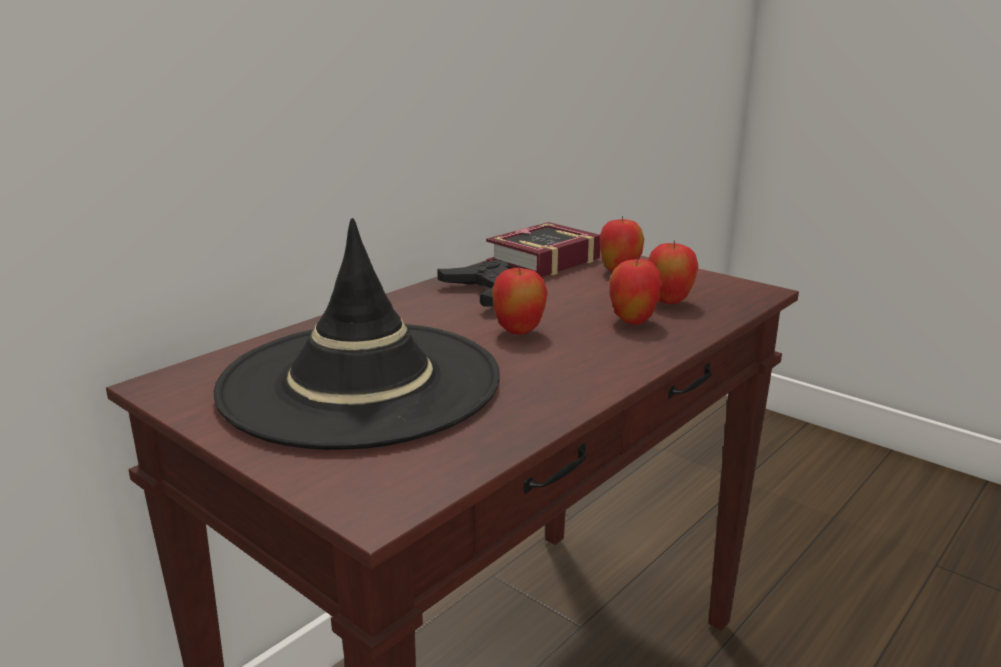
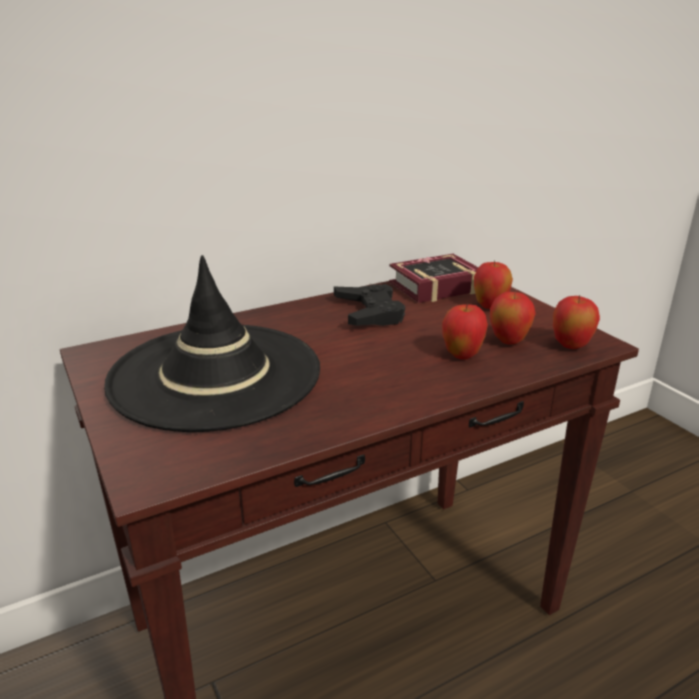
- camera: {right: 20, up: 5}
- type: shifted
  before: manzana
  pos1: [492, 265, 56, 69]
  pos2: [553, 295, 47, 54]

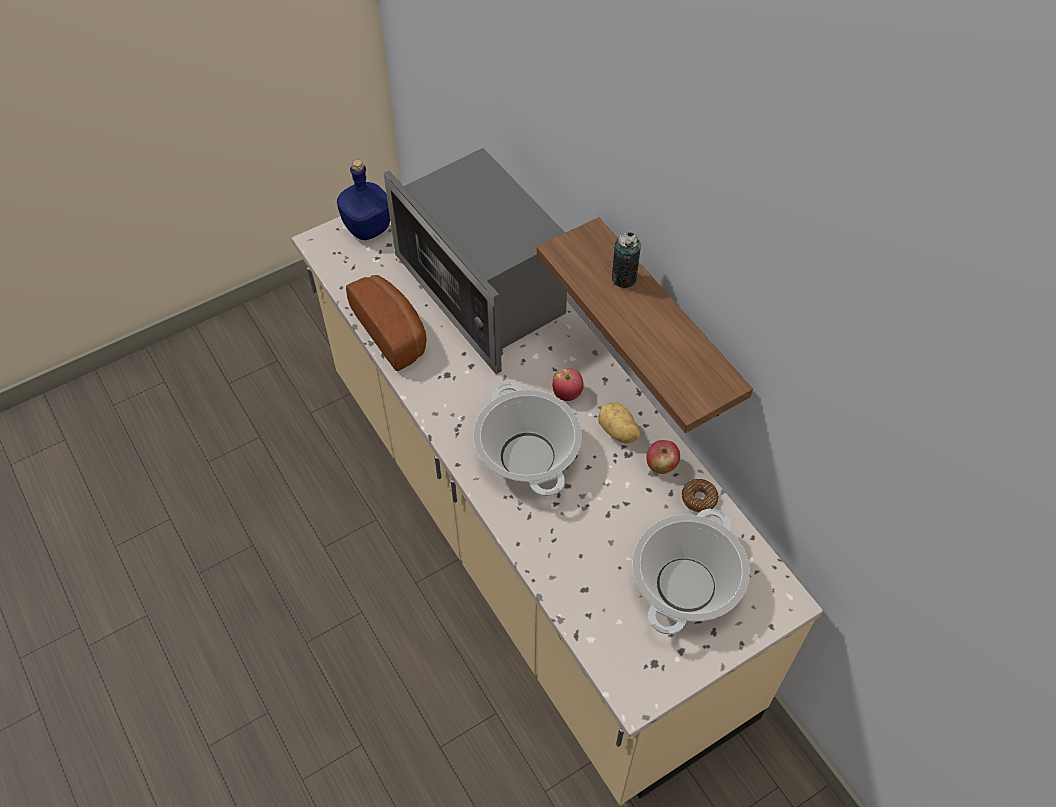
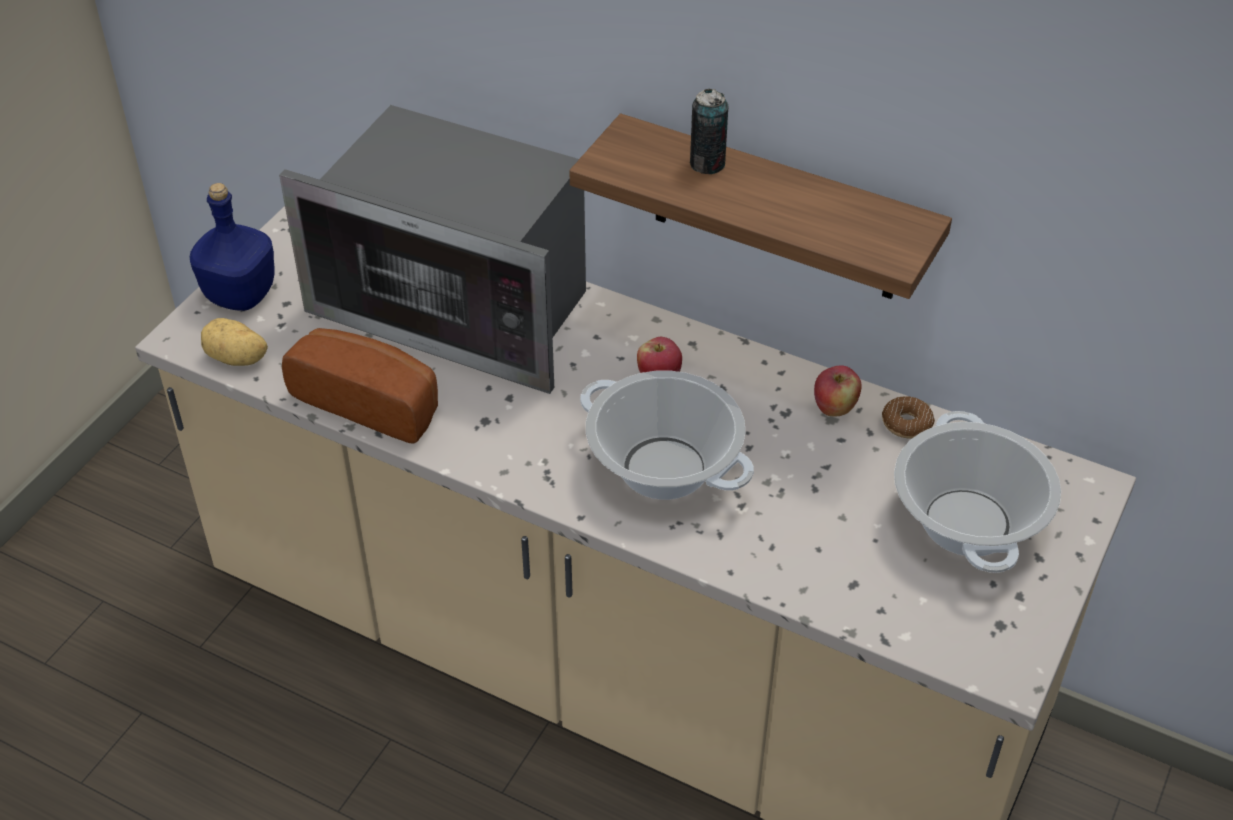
- camera: {right: -30, up: -10}
- type: shifted
  before: patata
  pos1: [598, 402, 42, 42]
  pos2: [201, 318, 67, 48]

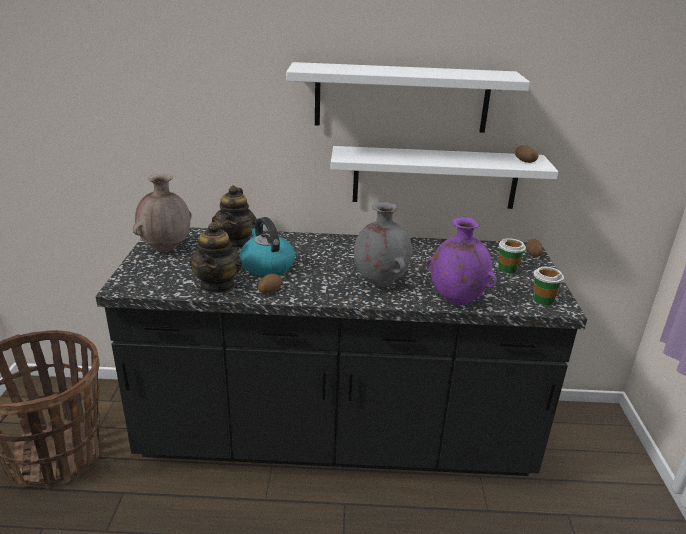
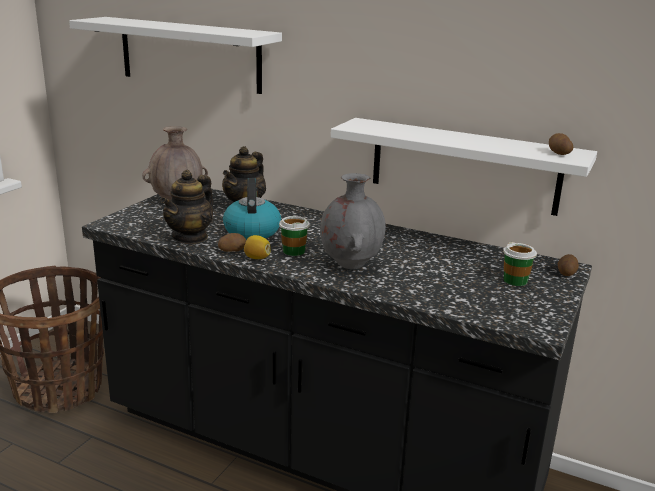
- camera: {right: 25, up: -5}
- type: gone
  before: florero (morado)
  pos1: [426, 217, 71, 88]
- type: new
  after: limón
  pos2: [244, 235, 27, 24]
- type: shifted
  before: estante (blanco)
  pos1: [286, 62, 244, 71]
  pos2: [69, 17, 213, 77]
- type: shifted
  before: taza
  pos1: [533, 267, 31, 38]
  pos2: [279, 216, 31, 40]

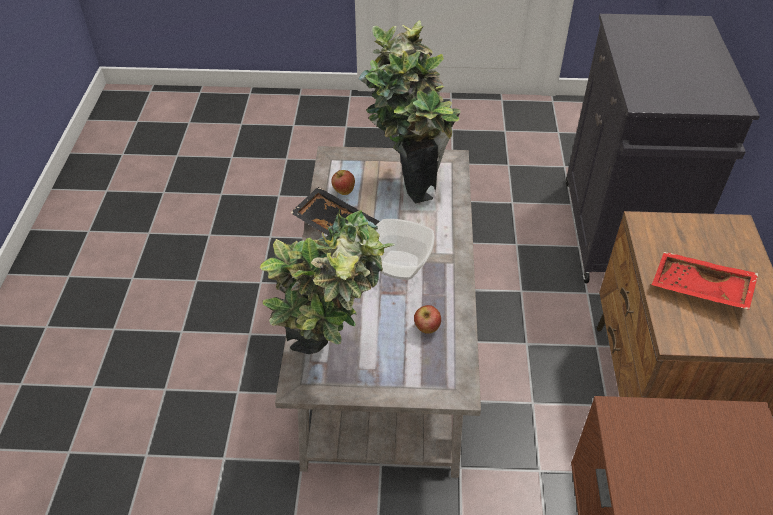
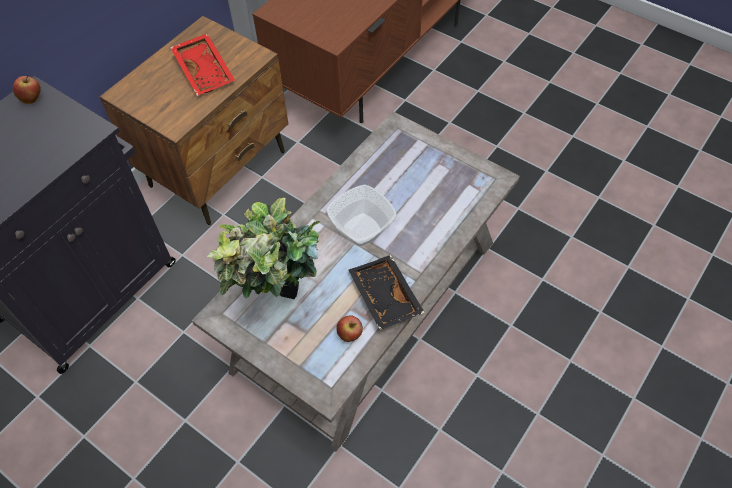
- camera: {right: -145, up: 10}
- type: gone
  before: planta en maceta
  pos1: [260, 209, 135, 145]
- type: shifted
  before: manzana
  pos1: [414, 305, 27, 29]
  pos2: [13, 75, 28, 29]

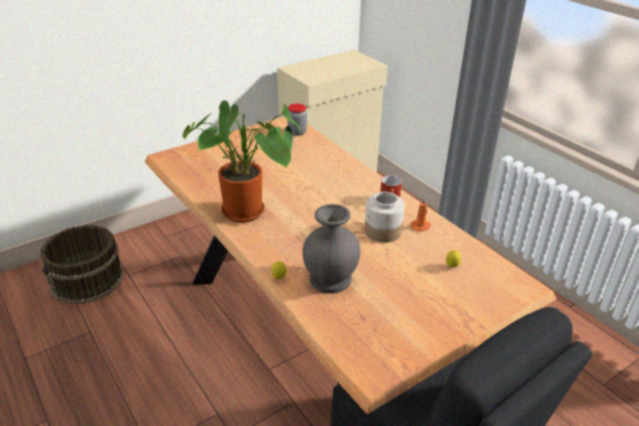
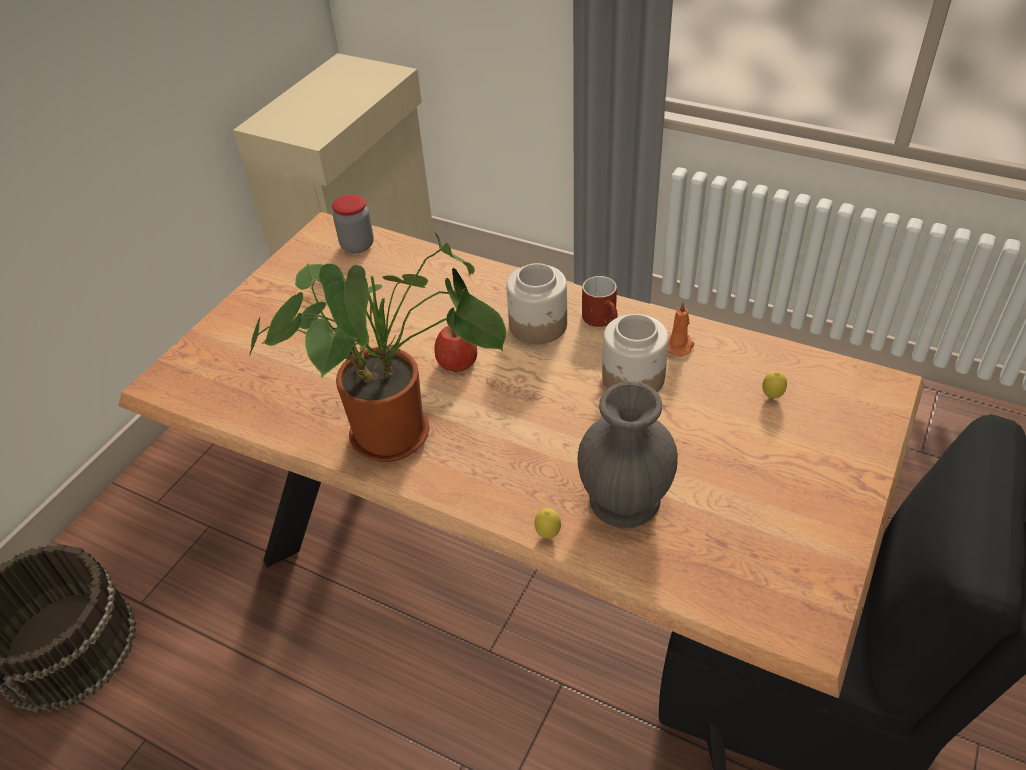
- camera: {right: -25, up: 10}
- type: new
  after: manzana
  pos2: [434, 326, 43, 46]
- type: new
  after: tarro
  pos2: [506, 263, 61, 81]

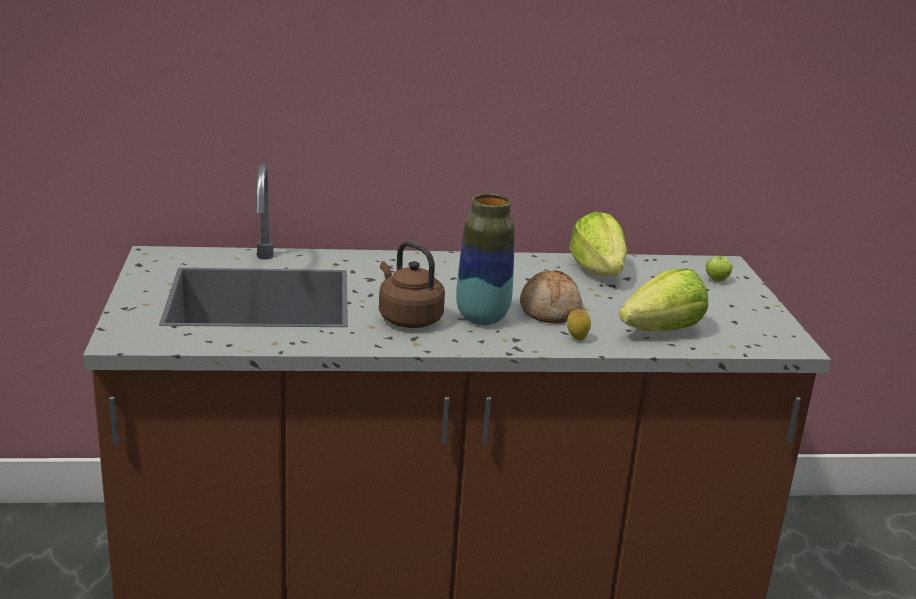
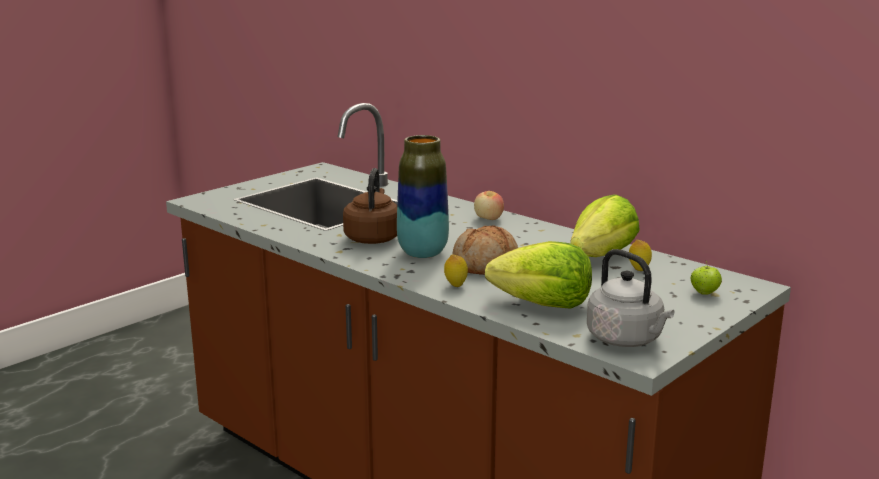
- camera: {right: 50, up: -5}
- type: new
  after: manzana
  pos2: [474, 191, 30, 29]
- type: new
  after: hervidor (gris)
  pos2: [587, 249, 87, 98]
- type: new
  after: limón
  pos2: [629, 240, 23, 31]

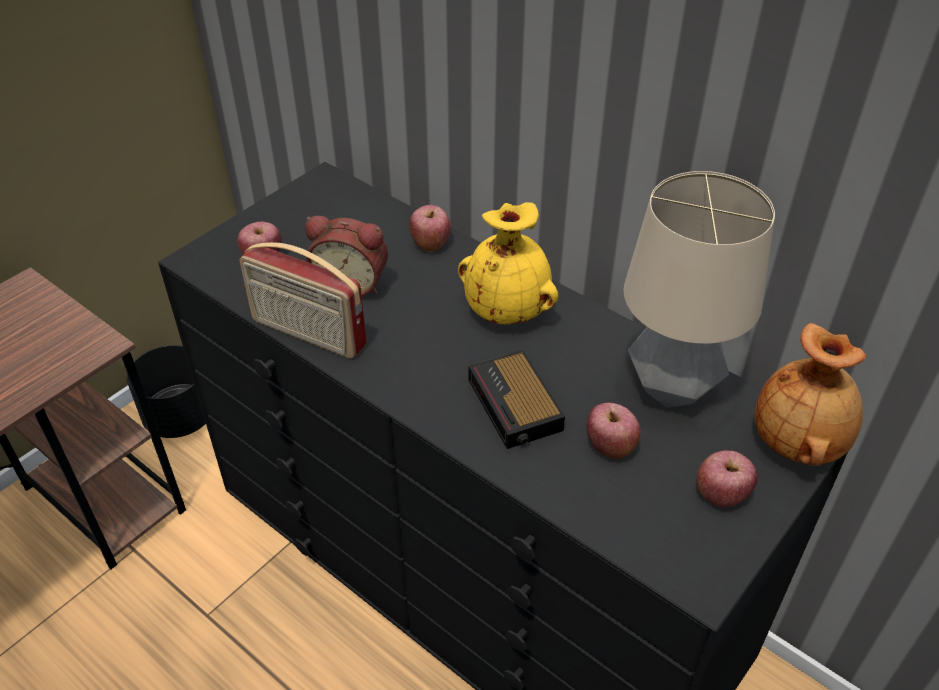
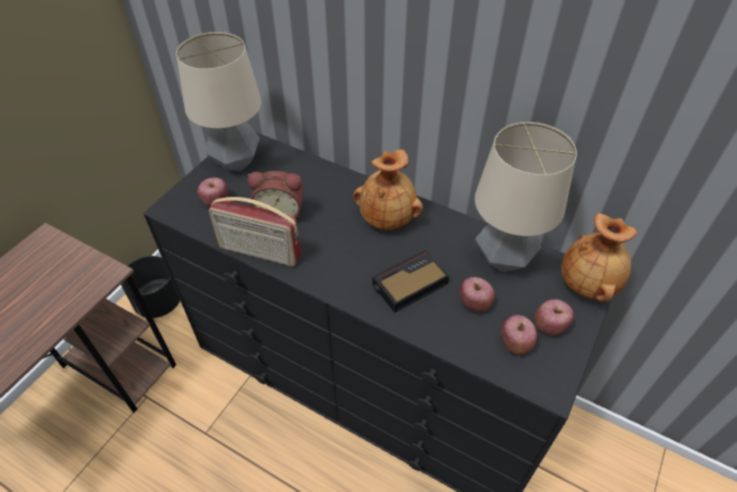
- camera: {right: -10, up: 5}
- type: new
  after: lámpara de mesa
  pos2: [176, 32, 85, 139]
- type: shifted
  before: manzana
  pos1: [409, 205, 41, 46]
  pos2: [501, 315, 36, 40]
- type: repainted
  before: florero (amarillo)
  after: florero (marrón)
  pos1: [458, 202, 101, 122]
  pos2: [353, 149, 70, 81]
- type: rotated
  before: despertador
  pos1: [469, 350, 96, 99]
  pos2: [372, 250, 77, 63]
  turn: 90

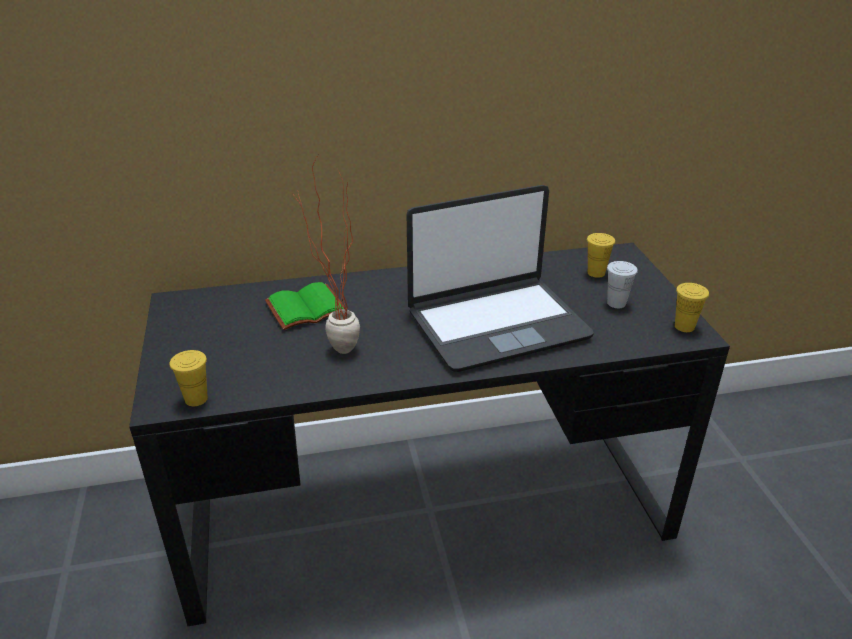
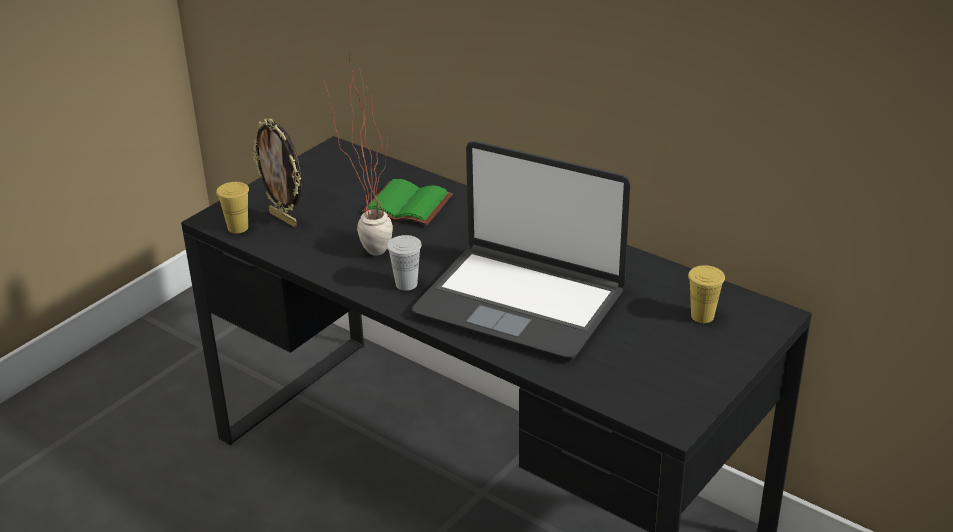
- camera: {right: 50, up: 0}
- type: gone
  before: taza (amarillo)
  pos1: [675, 283, 34, 49]
- type: new
  after: portarretratos
  pos2: [252, 118, 50, 109]
- type: shifted
  before: taza (blanco)
  pos1: [607, 261, 31, 47]
  pos2: [387, 235, 35, 56]

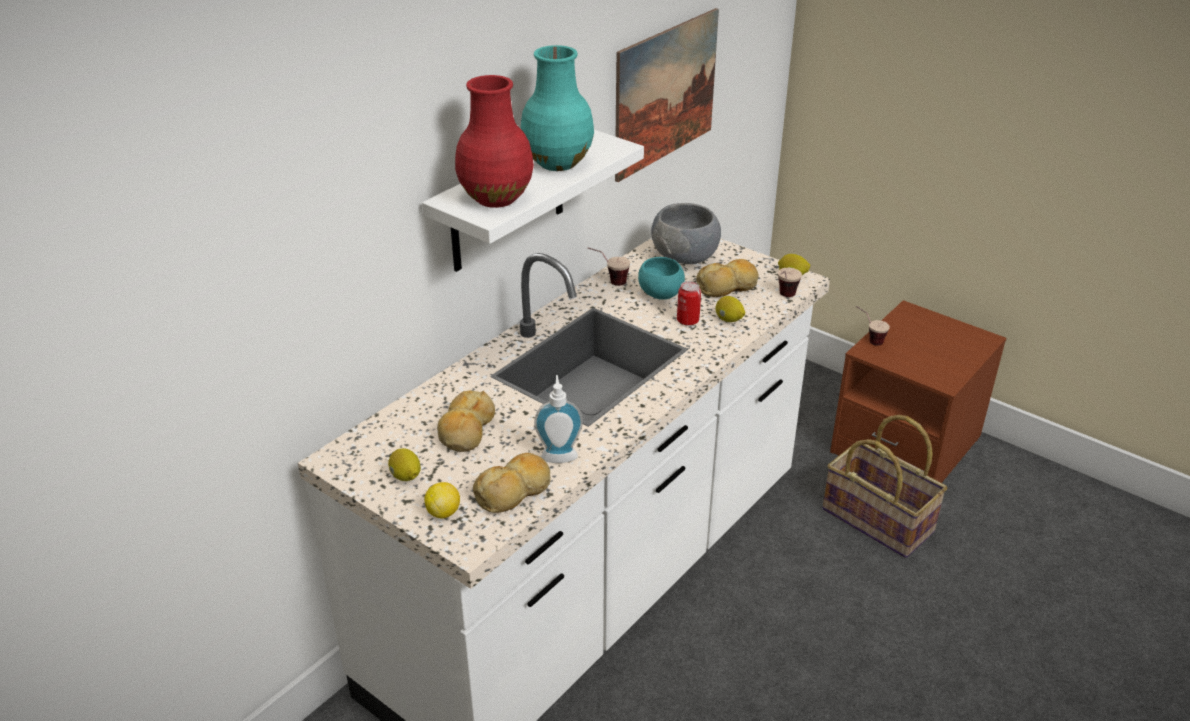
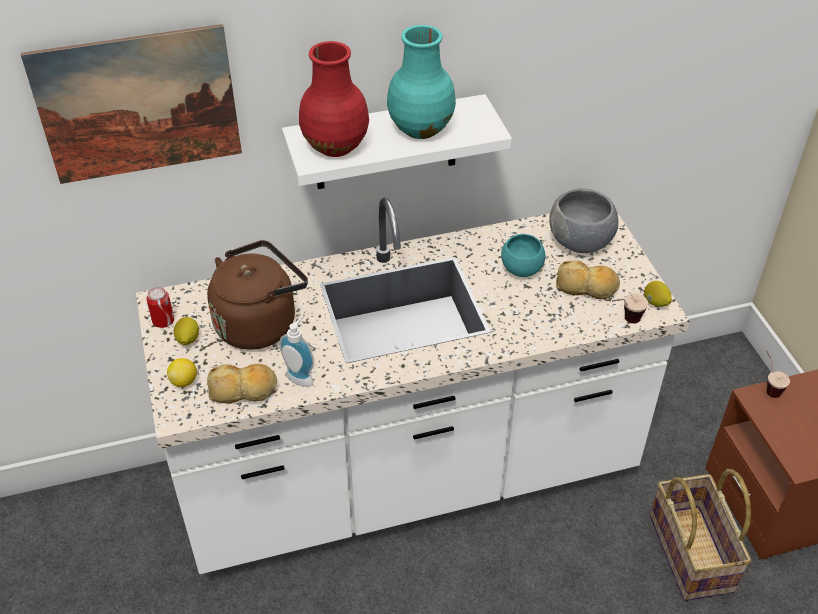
- camera: {right: 35, up: 10}
- type: gone
  before: taza
  pos1: [587, 247, 43, 39]
- type: gone
  before: limón
  pos1: [715, 296, 30, 26]
- type: shifted
  before: cuadro
  pos1: [615, 8, 104, 174]
  pos2: [21, 24, 221, 160]
- type: shifted
  before: lata
  pos1: [677, 281, 24, 45]
  pos2: [147, 287, 27, 41]
- type: swapped
  before: pan
  after: hervidor (marrón)
  pos1: [437, 390, 58, 62]
  pos2: [207, 240, 101, 110]

